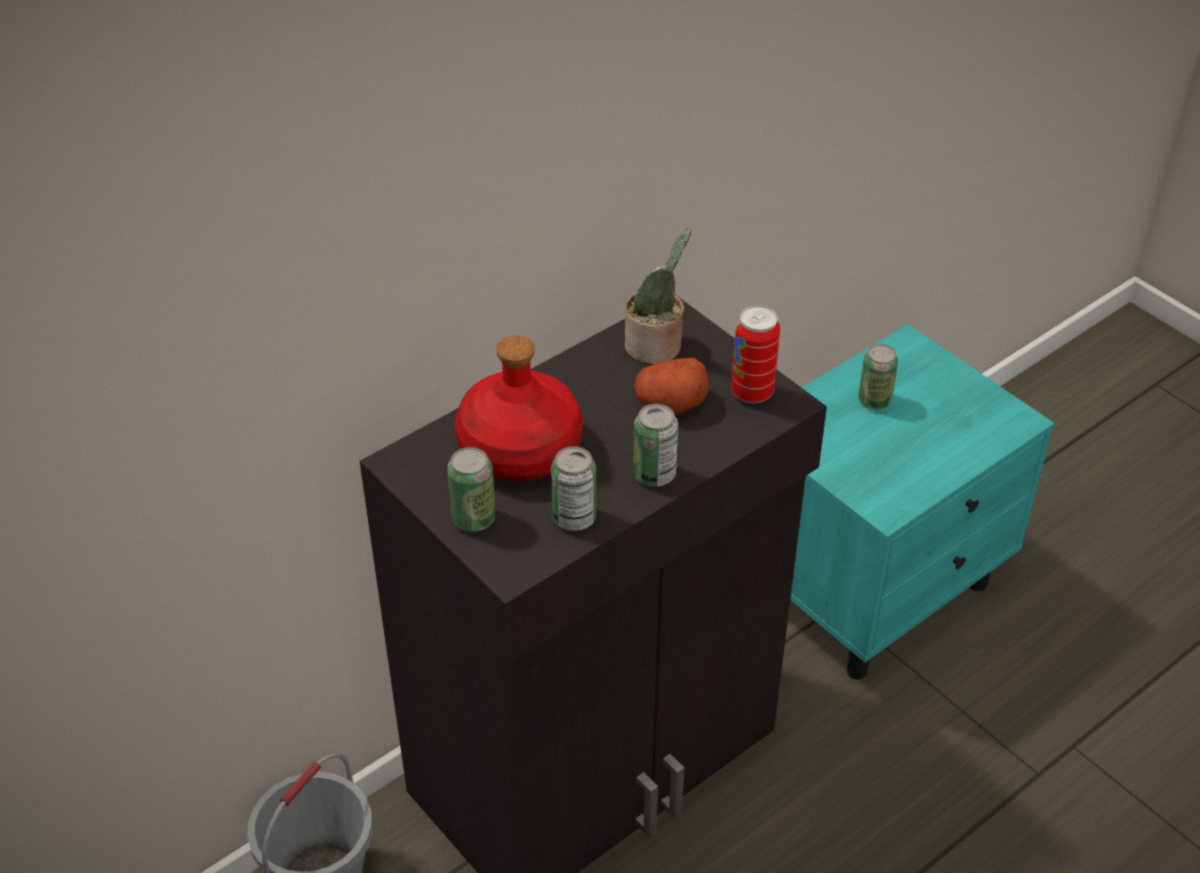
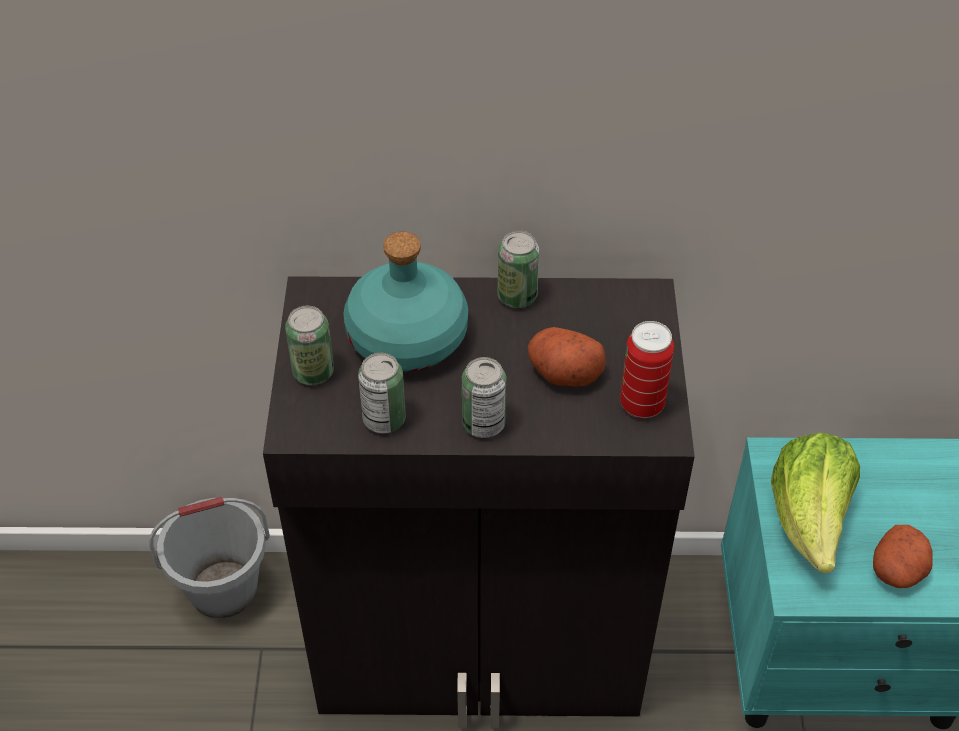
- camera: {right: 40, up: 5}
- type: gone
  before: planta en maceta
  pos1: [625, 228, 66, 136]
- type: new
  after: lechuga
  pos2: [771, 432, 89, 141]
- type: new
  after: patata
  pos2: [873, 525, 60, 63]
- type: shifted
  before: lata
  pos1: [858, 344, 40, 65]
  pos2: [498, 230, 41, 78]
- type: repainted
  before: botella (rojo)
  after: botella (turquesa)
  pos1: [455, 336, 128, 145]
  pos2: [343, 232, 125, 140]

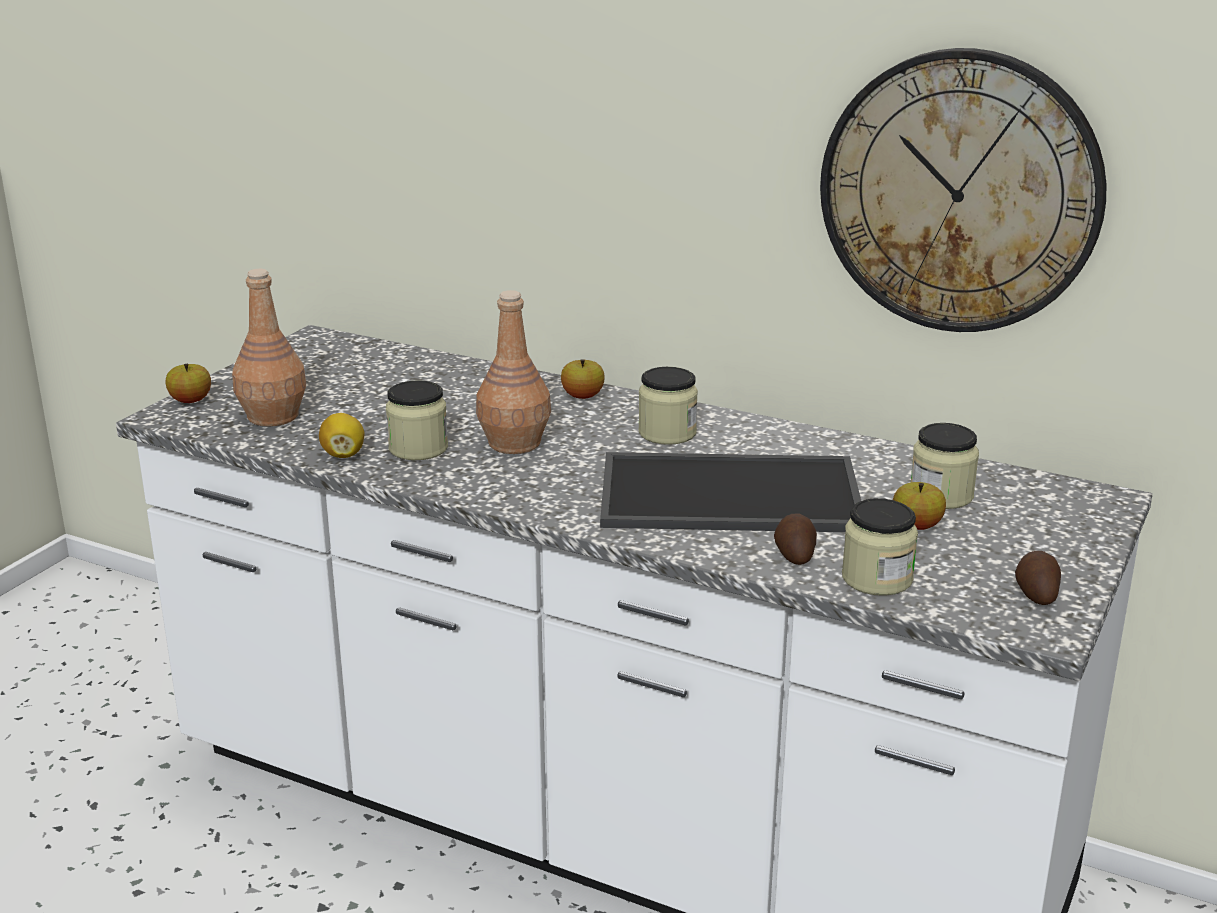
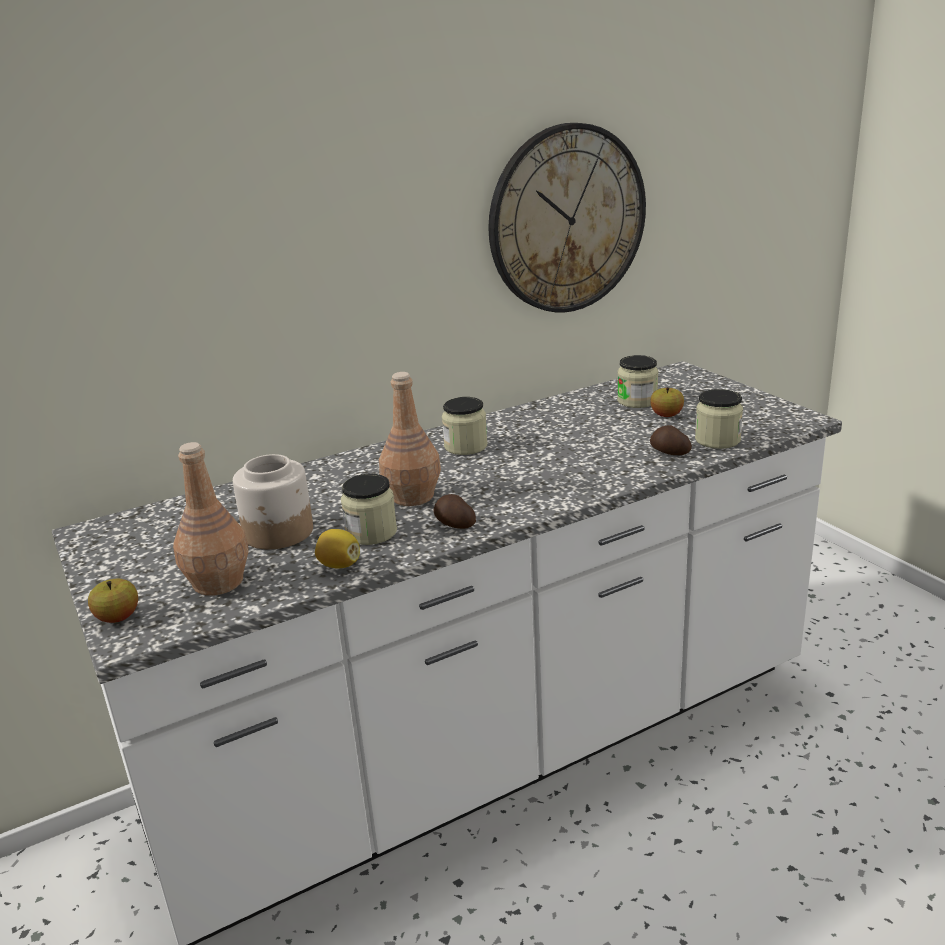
- camera: {right: -55, up: 0}
- type: gone
  before: manzana
  pos1: [561, 359, 44, 40]
- type: gone
  before: bandeja
  pos1: [600, 452, 261, 80]
- type: new
  after: tarro
  pos2: [233, 454, 80, 95]
- type: shifted
  before: patata
  pos1: [1015, 551, 46, 54]
  pos2: [434, 494, 42, 35]

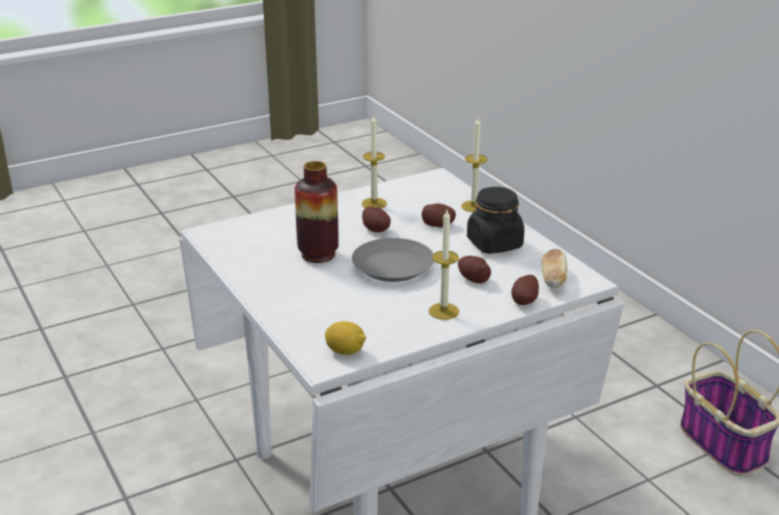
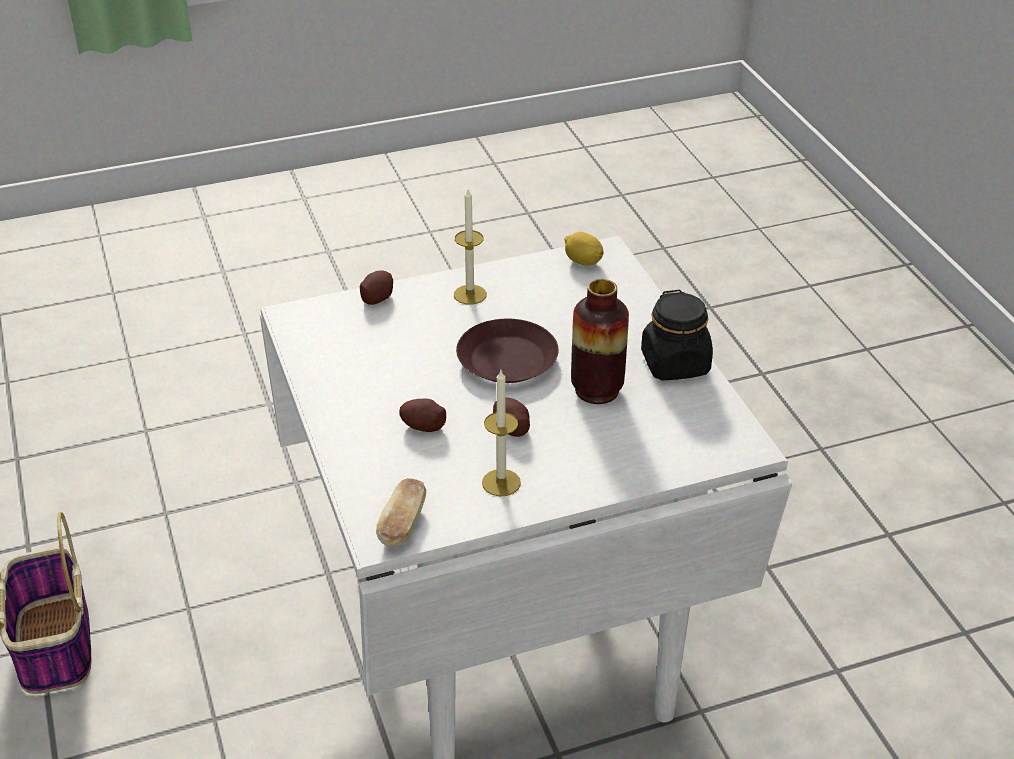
- camera: {right: -170, up: 10}
- type: gone
  before: patata
  pos1: [458, 256, 33, 28]
- type: gone
  before: vela
  pos1: [461, 118, 26, 94]
- type: shifted
  before: tarro (negro)
  pos1: [467, 187, 57, 67]
  pos2: [641, 290, 72, 90]
- type: shifted
  before: pan
  pos1: [542, 249, 26, 39]
  pos2: [376, 478, 50, 68]
- type: repainted
  before: plato (gris)
  after: plato (marrón)
  pos1: [352, 238, 82, 44]
  pos2: [456, 319, 103, 64]

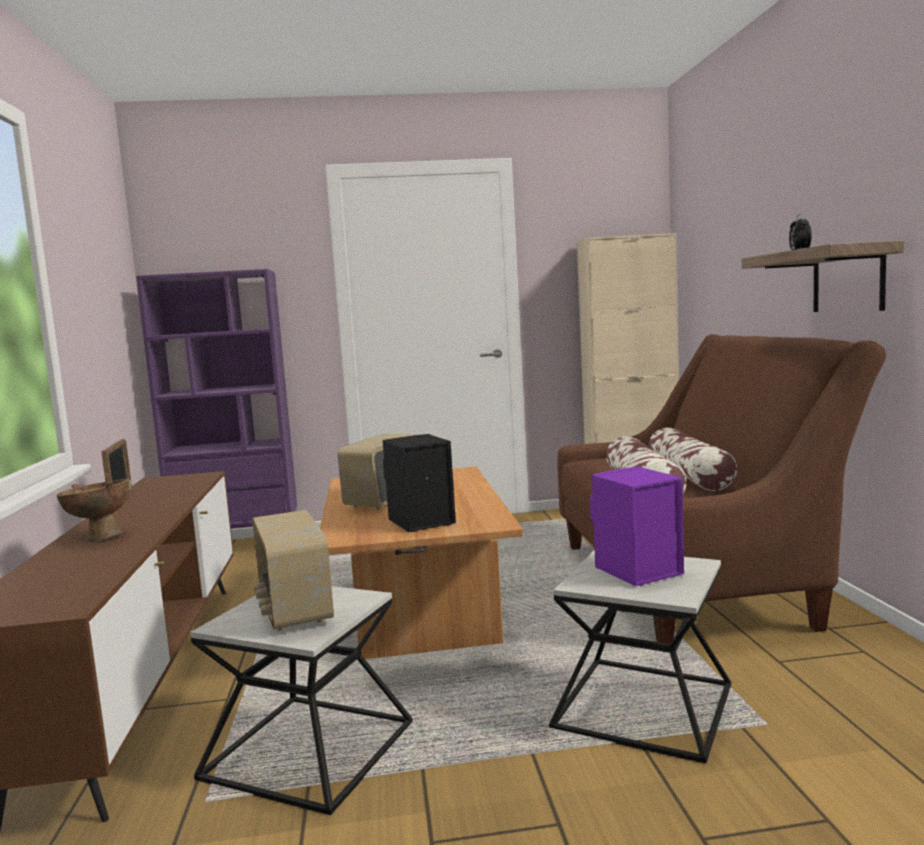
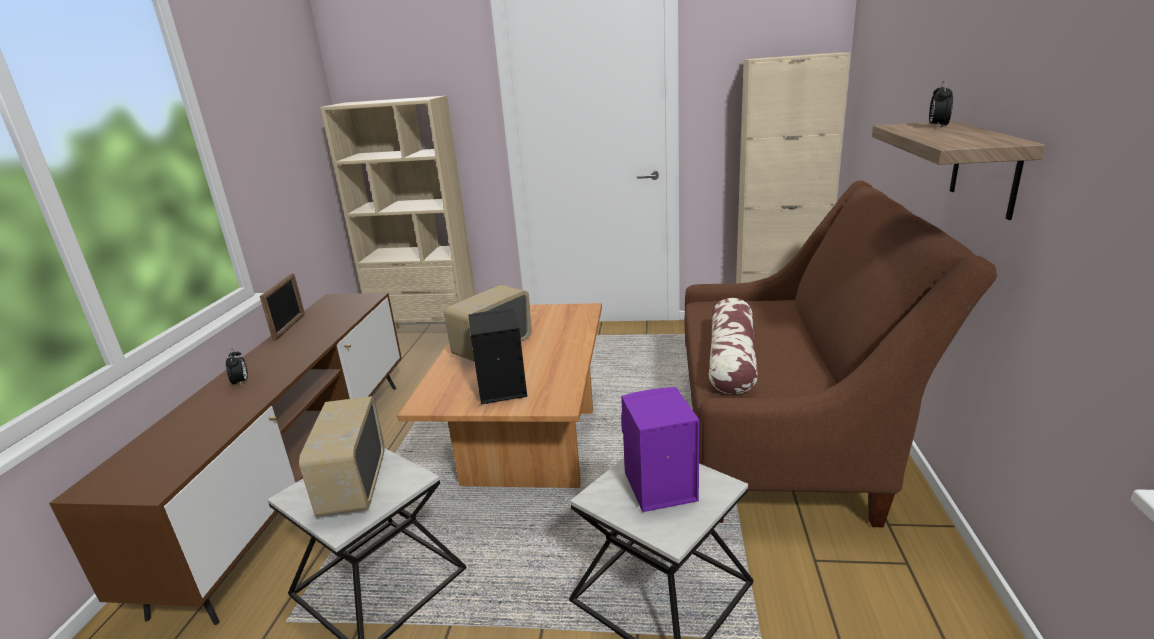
- camera: {right: 15, up: 15}
- type: gone
  before: cojín
  pos1: [648, 428, 89, 63]
- type: swapped
  before: cuenco (marrón)
  after: despertador
  pos1: [57, 478, 74, 63]
  pos2: [226, 349, 22, 37]
- type: repainted
  before: estantería (morado)
  after: estantería (beis)
  pos1: [136, 269, 161, 259]
  pos2: [320, 96, 156, 232]

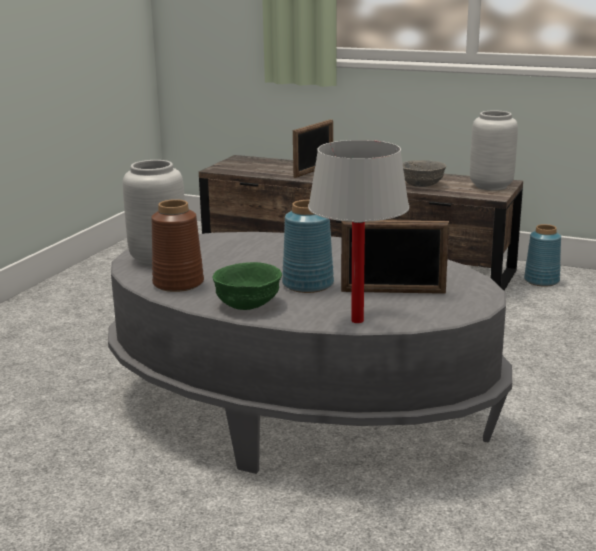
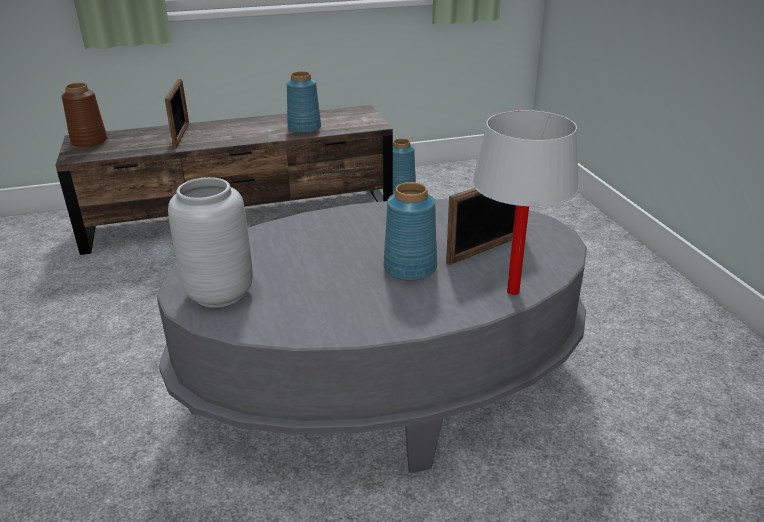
- camera: {right: -40, up: 10}
- type: gone
  before: cuenco (verde)
  pos1: [212, 262, 70, 48]
- type: gone
  before: florero (gris)
  pos1: [470, 111, 48, 80]
- type: shifted
  before: florero (marrón)
  pos1: [151, 199, 53, 93]
  pos2: [62, 83, 45, 65]
- type: swapped
  before: cuenco (gris)
  after: florero (azul)
  pos1: [403, 160, 43, 27]
  pos2: [287, 71, 34, 63]

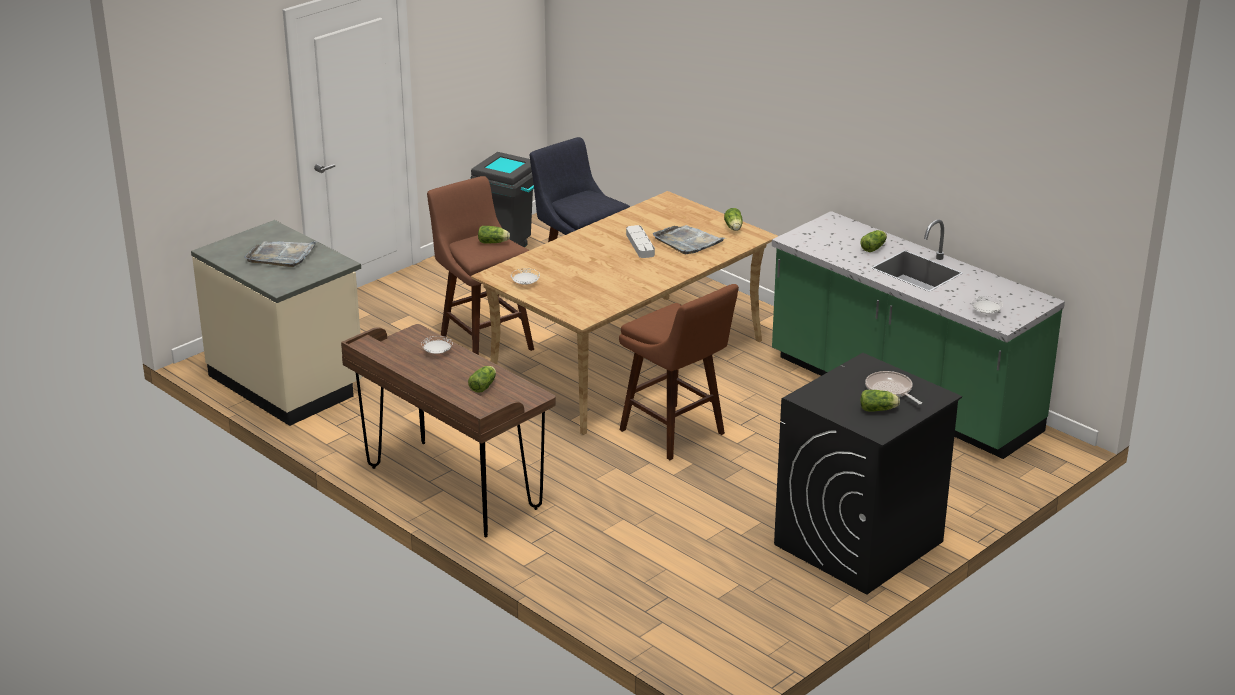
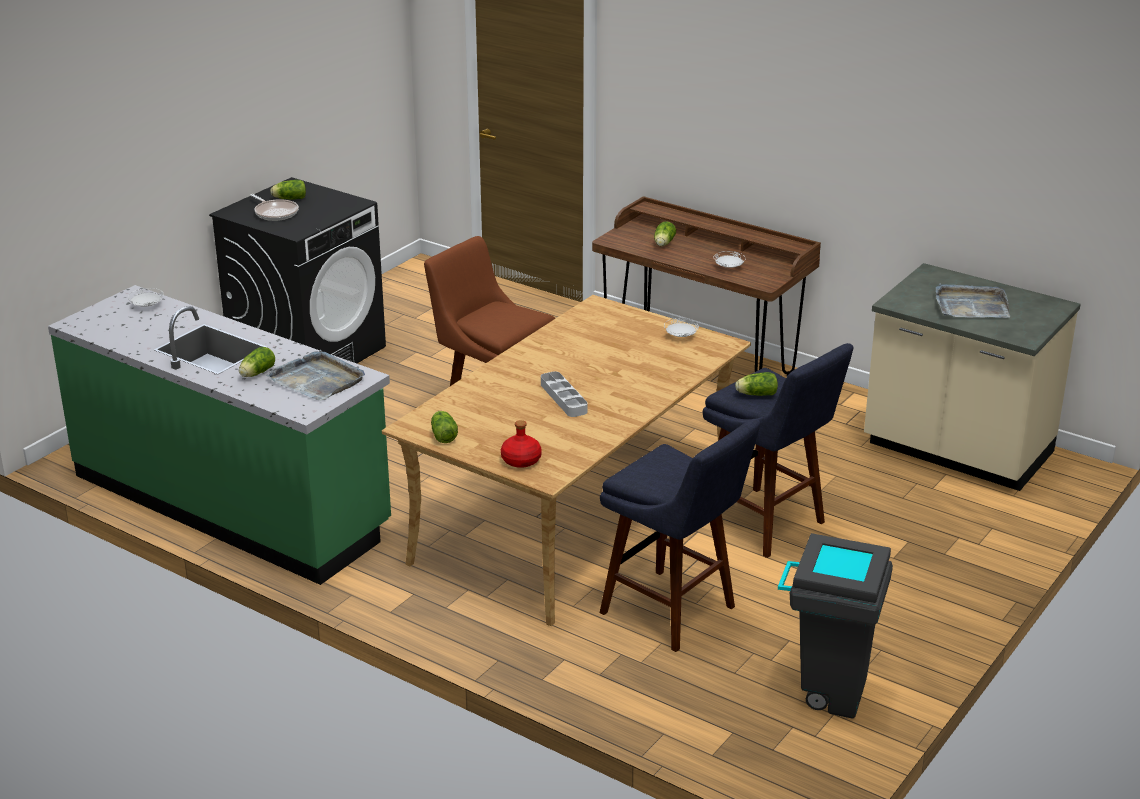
- camera: {right: 170, up: 0}
- type: new
  after: botella (rojo)
  pos2: [501, 420, 41, 48]
- type: shifted
  before: bandeja (gris)
  pos1: [653, 225, 72, 29]
  pos2: [265, 350, 100, 51]
- type: repainted
  before: taburete (marrón)
  after: taburete (azul)
  pos1: [427, 176, 107, 179]
  pos2: [703, 343, 150, 215]

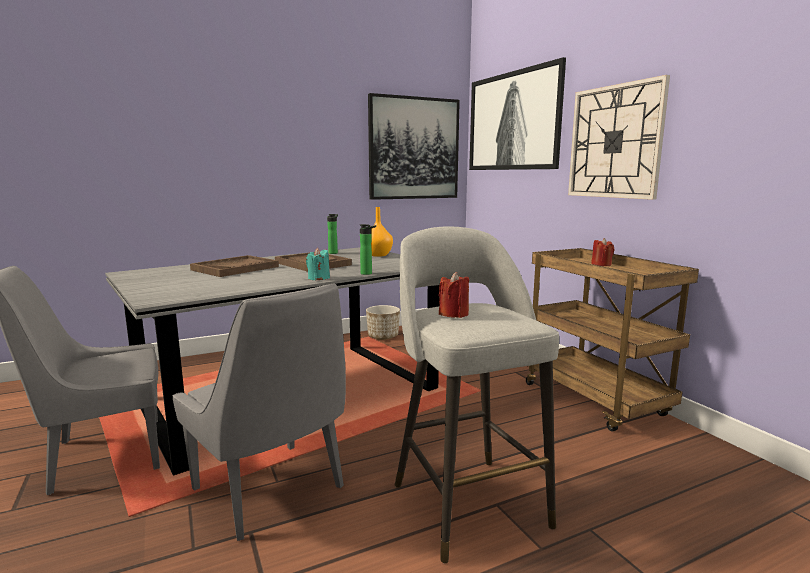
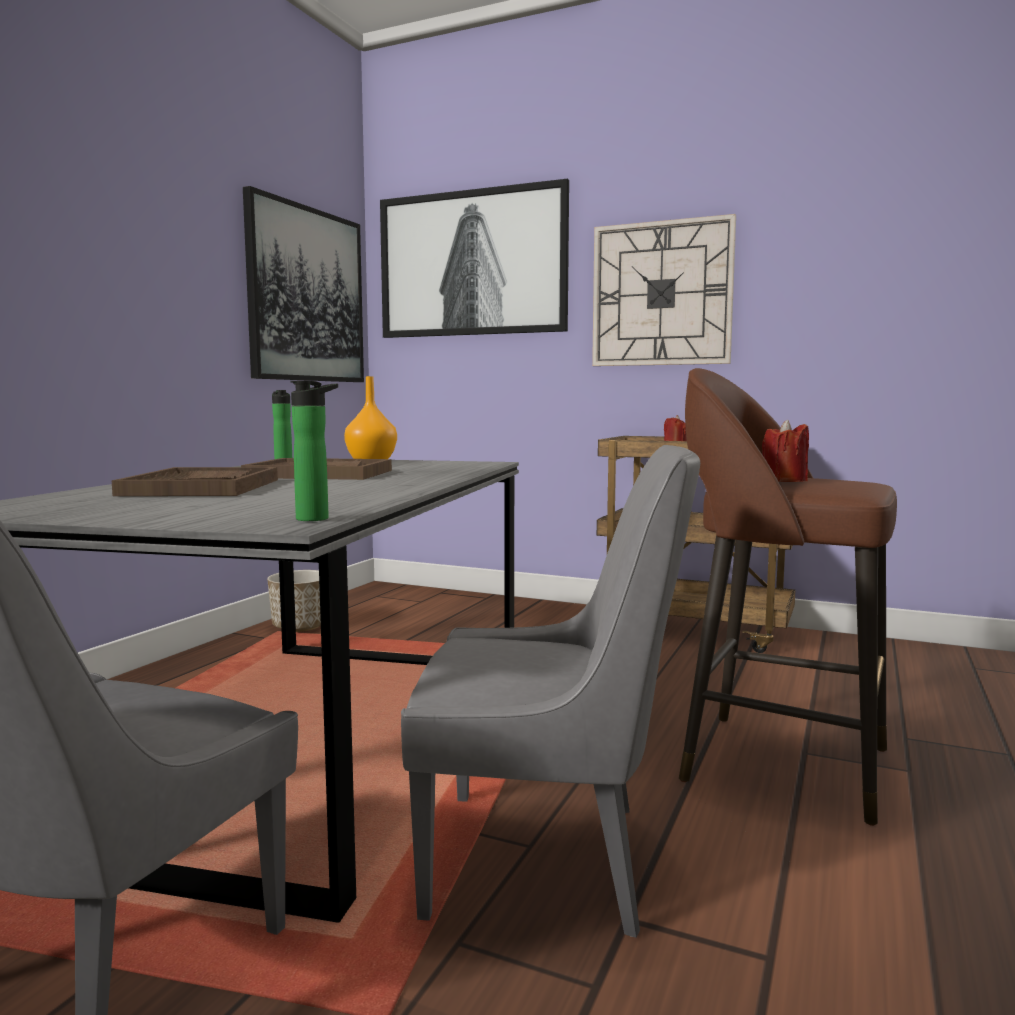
- camera: {right: -40, up: -5}
- type: gone
  before: vela (turquesa)
  pos1: [306, 248, 24, 33]
- type: shifted
  before: botella
  pos1: [360, 224, 16, 51]
  pos2: [290, 381, 48, 140]
- type: repainted
  before: taburete (gris)
  after: taburete (marrón)
  pos1: [395, 226, 164, 337]
  pos2: [679, 368, 218, 458]

